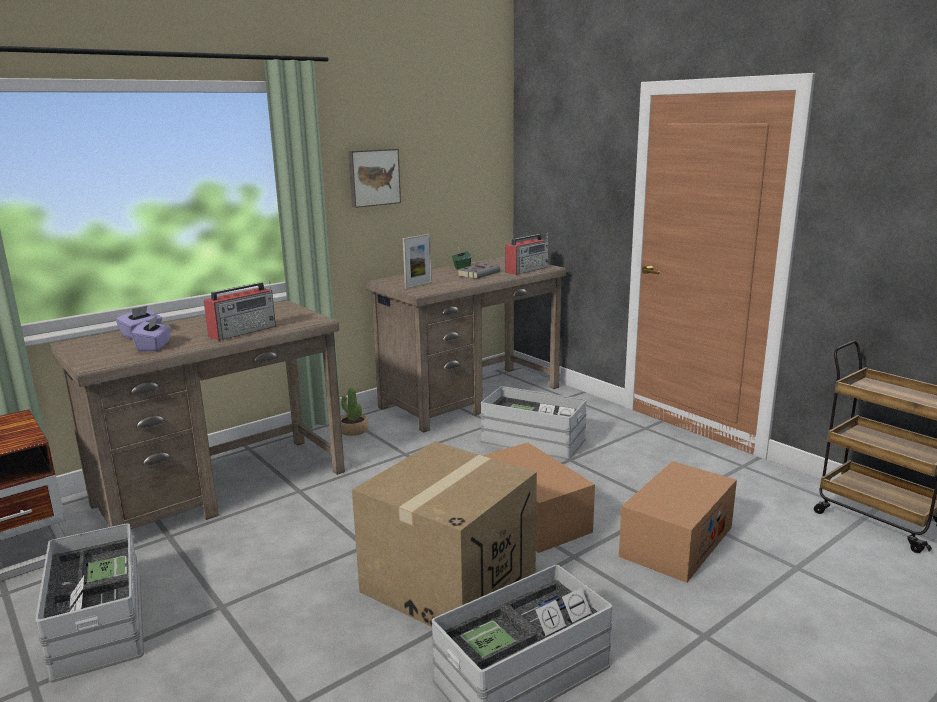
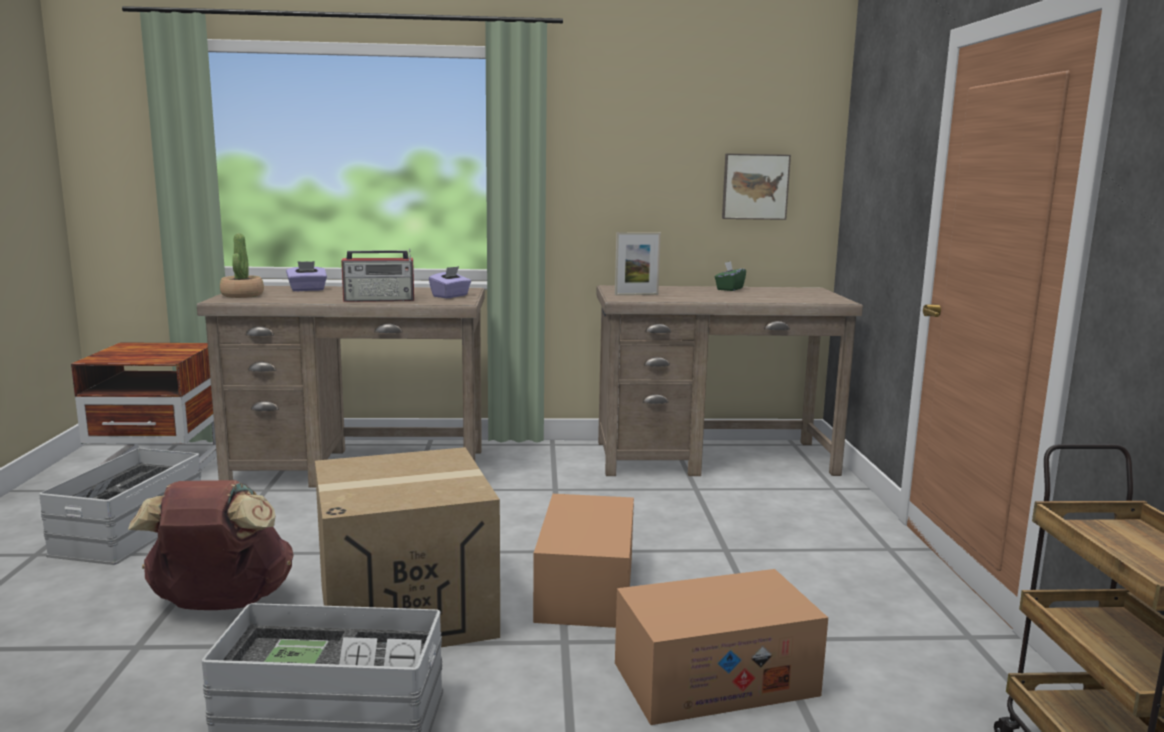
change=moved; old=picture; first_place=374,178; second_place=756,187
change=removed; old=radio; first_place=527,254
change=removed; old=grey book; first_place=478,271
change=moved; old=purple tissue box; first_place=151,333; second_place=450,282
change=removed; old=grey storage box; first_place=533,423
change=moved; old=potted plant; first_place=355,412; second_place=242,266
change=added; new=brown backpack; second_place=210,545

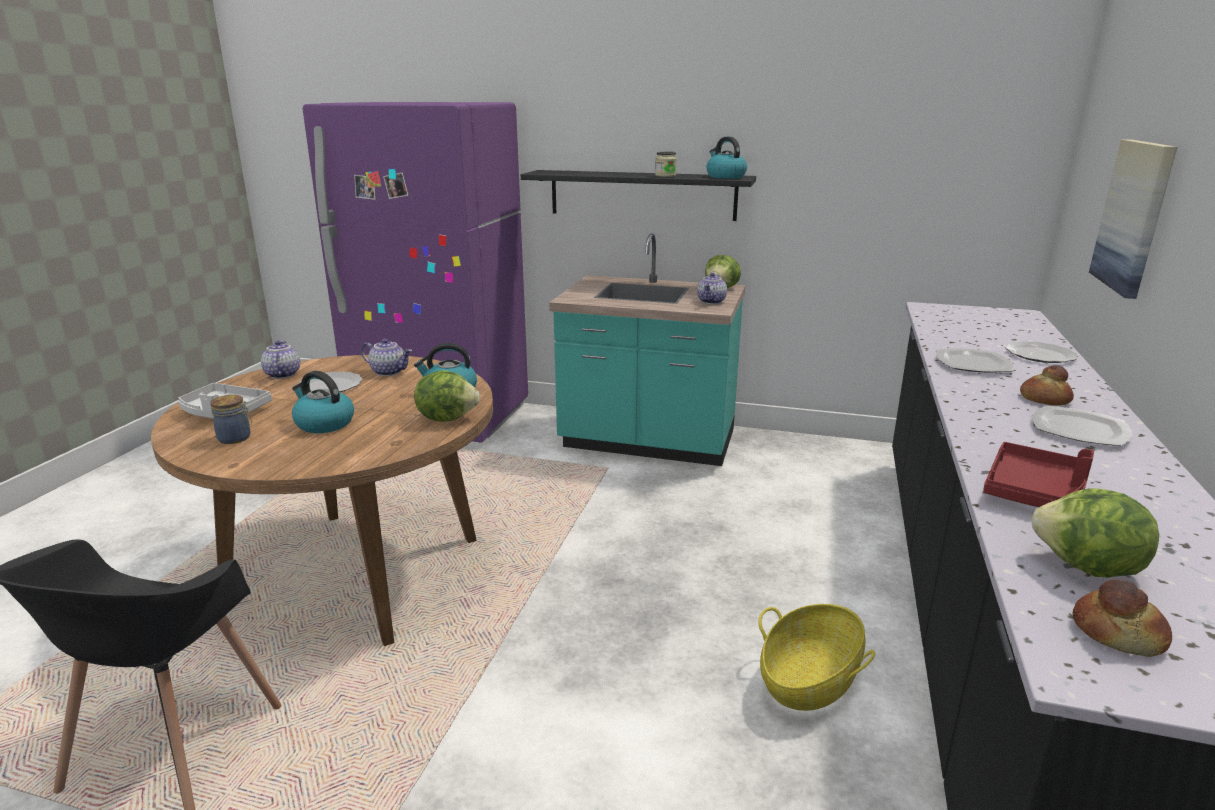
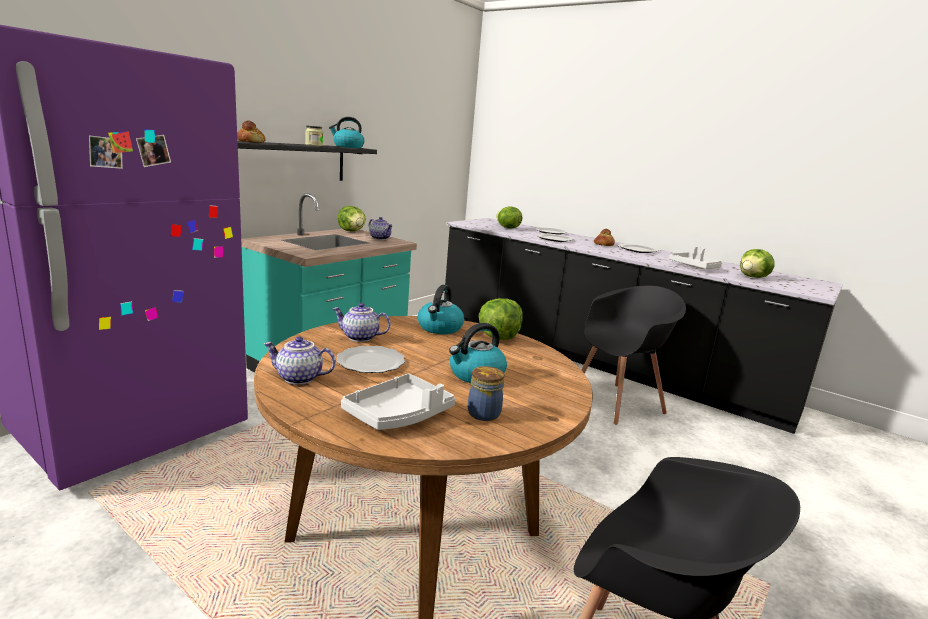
change=removed; old=picture; first_place=1133,219
change=turned; old=teapot; first_place=386,357; second_place=361,322; degrees=-120
change=recoloured; old=red tray; new=grey tray; first_place=1038,474; second_place=695,258
change=moved; old=bread; first_place=1122,618; second_place=251,131
change=replaced; old=basket; new=black chair; first_place=816,657; second_place=634,355
change=added; new=lettuce; second_place=509,217

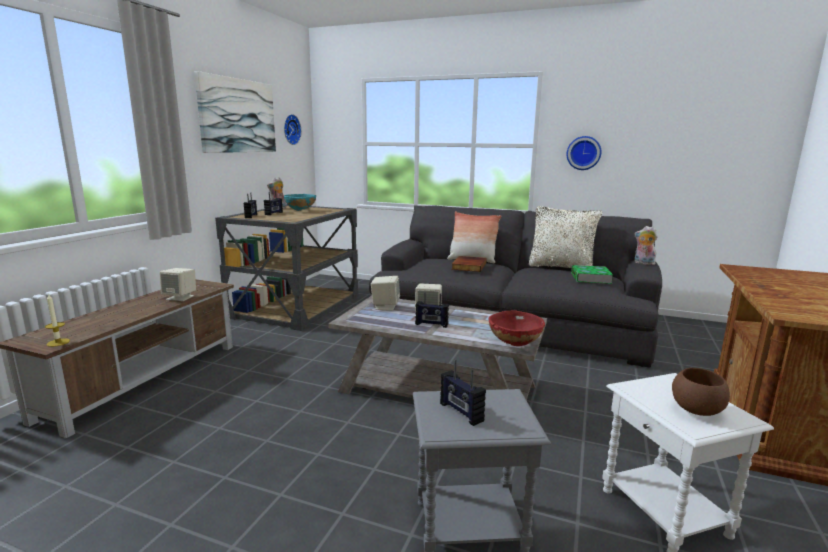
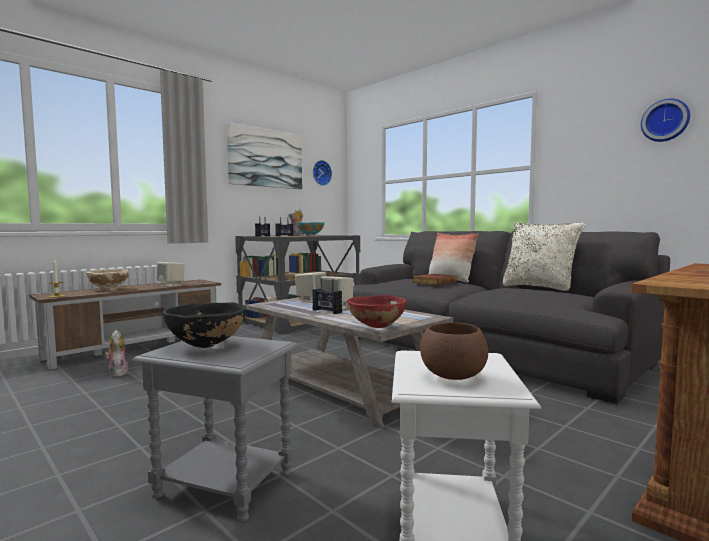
change=moved; old=wall clock; first_place=583,153; second_place=665,120
change=moved; old=plush toy; first_place=646,245; second_place=116,353
change=removed; old=book; first_place=592,274
change=replaced; old=radio; new=black bowl; first_place=463,393; second_place=204,325
change=added; new=beige bowl; second_place=107,279

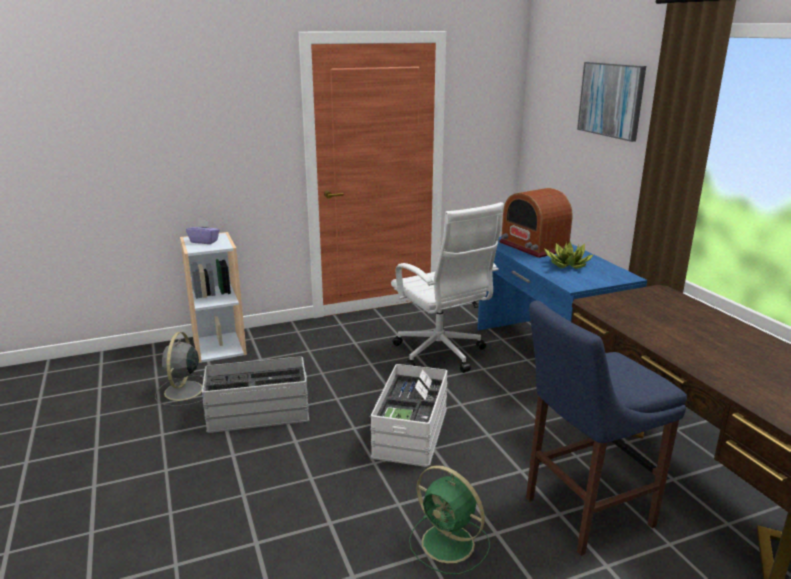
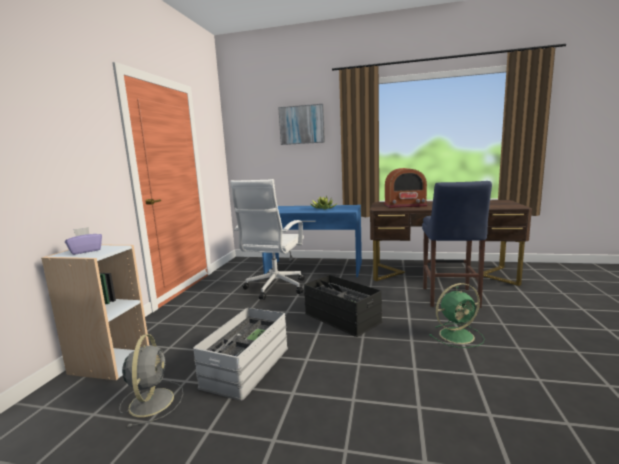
change=moved; old=radio; first_place=536,223; second_place=406,188
change=turned; old=white office chair; first_place=447,287; second_place=267,239; degrees=105
change=turned; old=grey fan; first_place=179,369; second_place=151,381; degrees=-135
change=recoloured; old=white storage box; new=black storage box; first_place=408,415; second_place=343,306

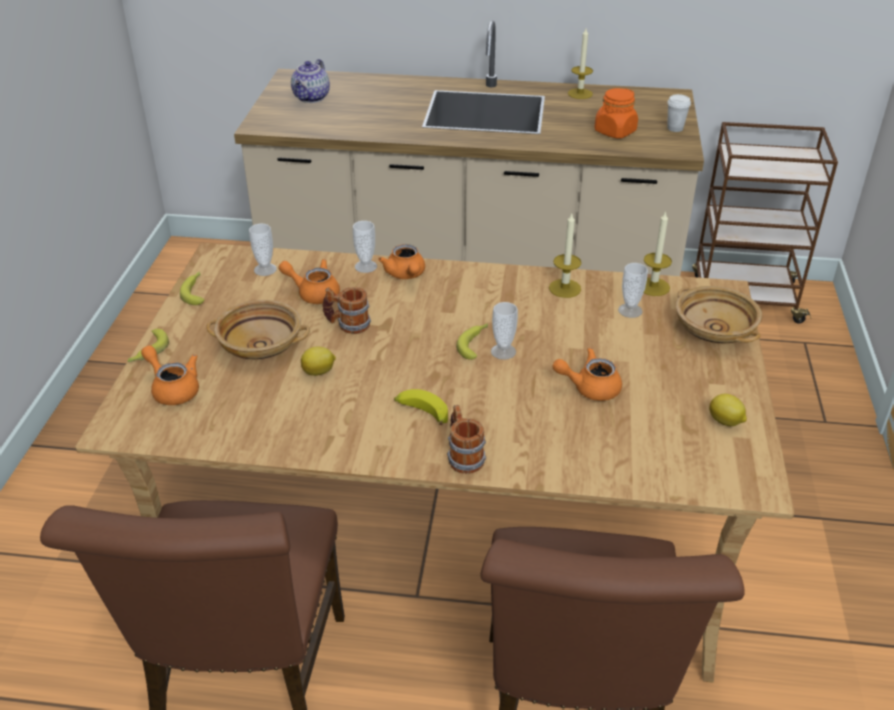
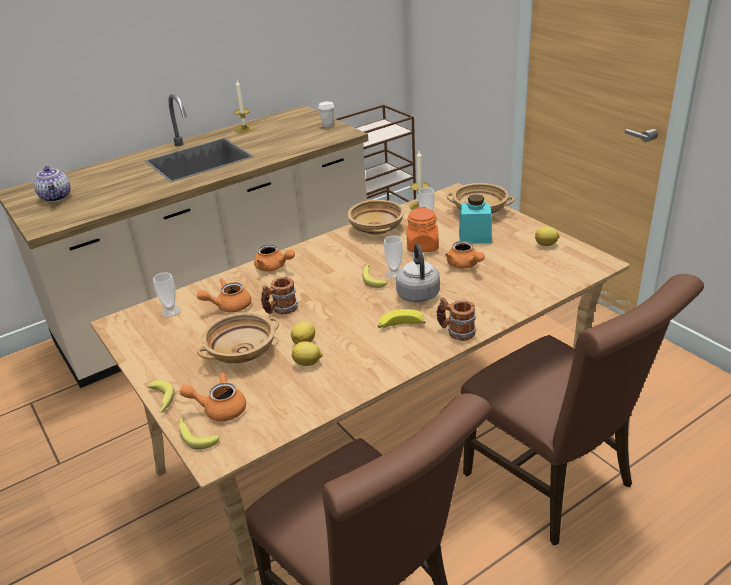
change=moved; old=orange jar; first_place=616,113; second_place=422,229
change=replaced; old=candle; new=beige bowl; first_place=565,256; second_place=375,217
change=removed; old=cup; first_place=365,247
change=moved; old=banana; first_place=192,288; second_place=199,433
change=turned; old=orange teapot; first_place=587,374; second_place=465,255; degrees=-75
change=added; new=turquoise jar; second_place=475,218
change=added; new=grey kettle; second_place=418,273
change=added; new=lemon; second_place=307,353

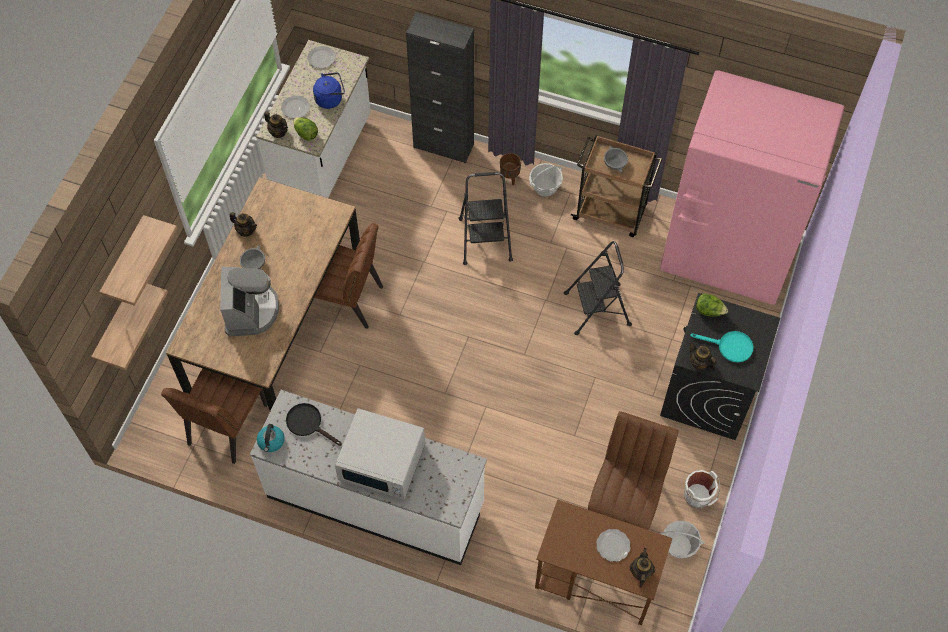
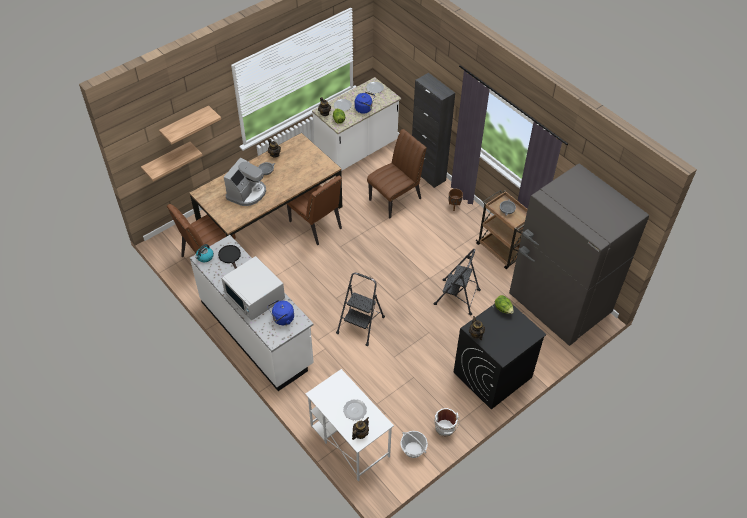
change=recoloured; old=pink fridge; new=grey fridge; first_place=752,187; second_place=579,255
change=removed; old=basket; first_place=546,180
change=moved; old=black step ladder; first_place=485,218; second_place=360,309
change=removed; old=turquoise frying pan; first_place=721,346
change=moved; old=brown chair; first_place=633,470; second_place=397,173
change=recoloured; old=brown desk; new=white desk; first_place=604,562; second_place=350,425
change=added; new=blue kettle; second_place=281,312

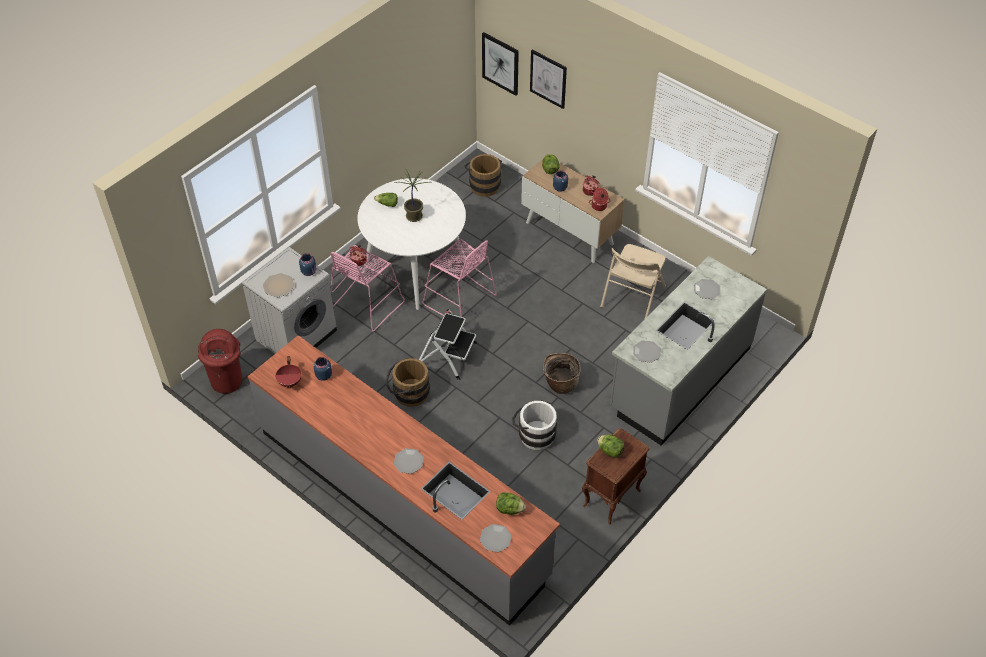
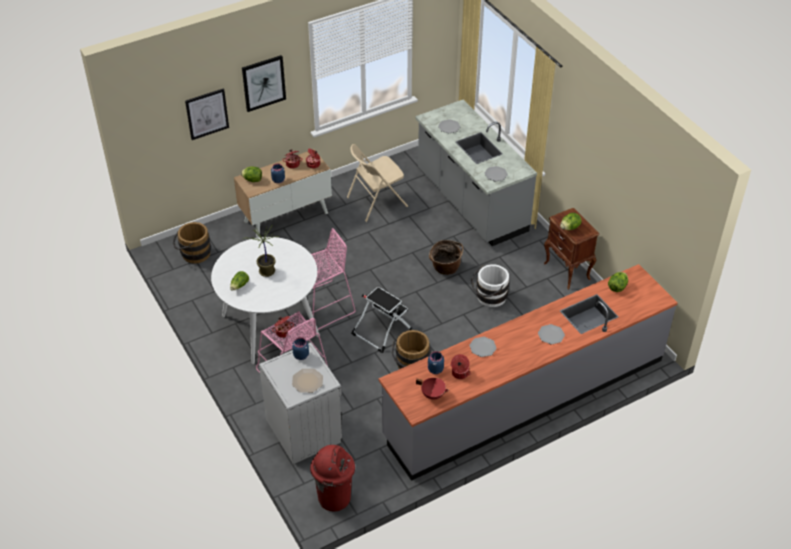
change=moved; old=picture; first_place=500,64; second_place=264,83
change=turned; old=beige chair; first_place=633,282; second_place=377,183; degrees=105
change=moved; old=plate; first_place=496,538; second_place=482,347
change=added; new=cooking pot; second_place=461,366

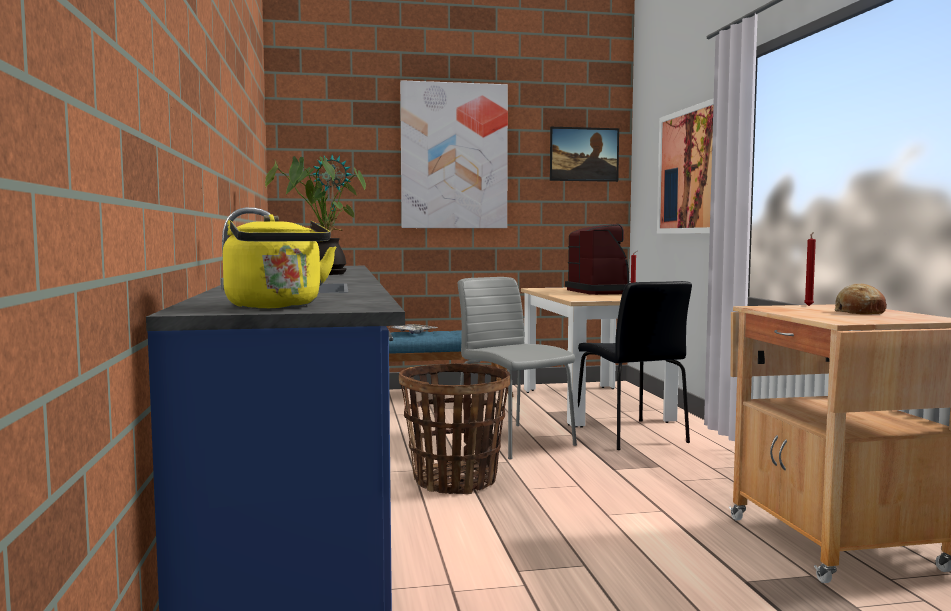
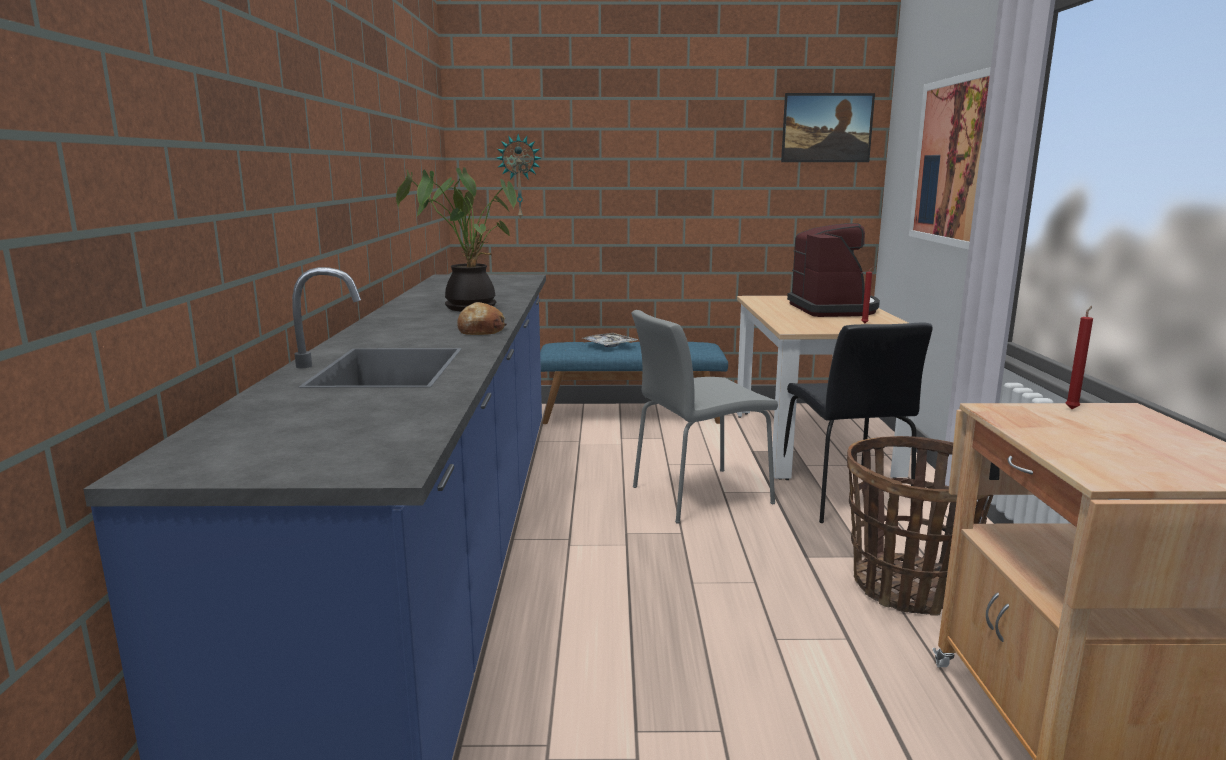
change=removed; old=picture; first_place=454,154
change=removed; old=yellow kettle; first_place=279,261
change=turned; old=grey chair; first_place=517,368; second_place=704,417; degrees=-90
change=moved; old=bread; first_place=861,299; second_place=482,318
change=moved; old=basket; first_place=454,428; second_place=920,526

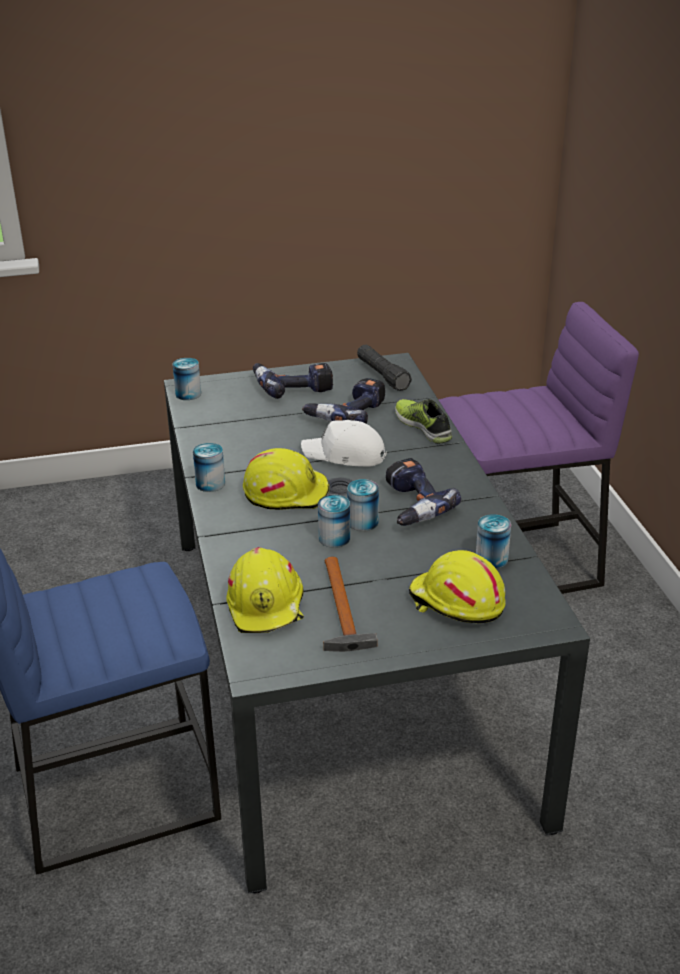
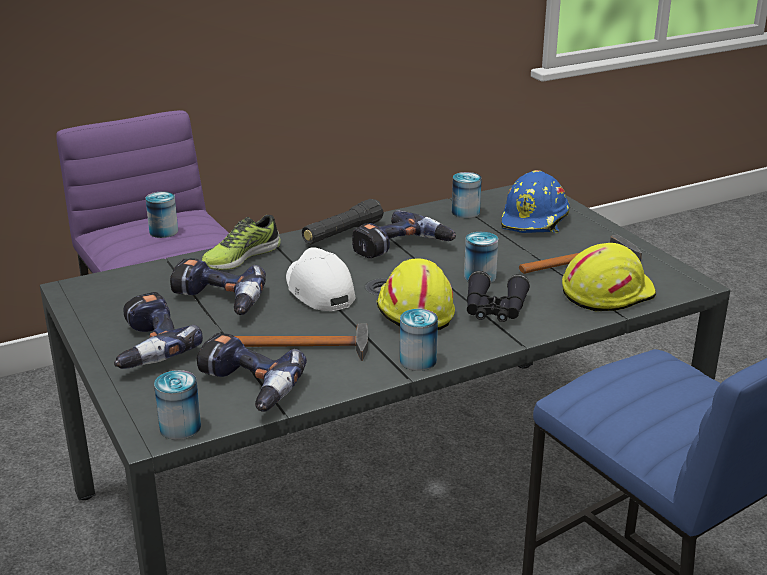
change=moved; old=black flashlight; first_place=384,368; second_place=343,221
change=turned; old=white cap; first_place=344,443; second_place=320,279; degrees=150
change=moved; old=can; first_place=363,505; second_place=161,214
change=recoloured; old=yellow hard hat; new=blue hard hat; first_place=457,586; second_place=535,201
change=added; new=black binoculars; second_place=498,296
change=added; new=hammer; second_place=301,342
change=added; new=power drill; second_place=252,372

